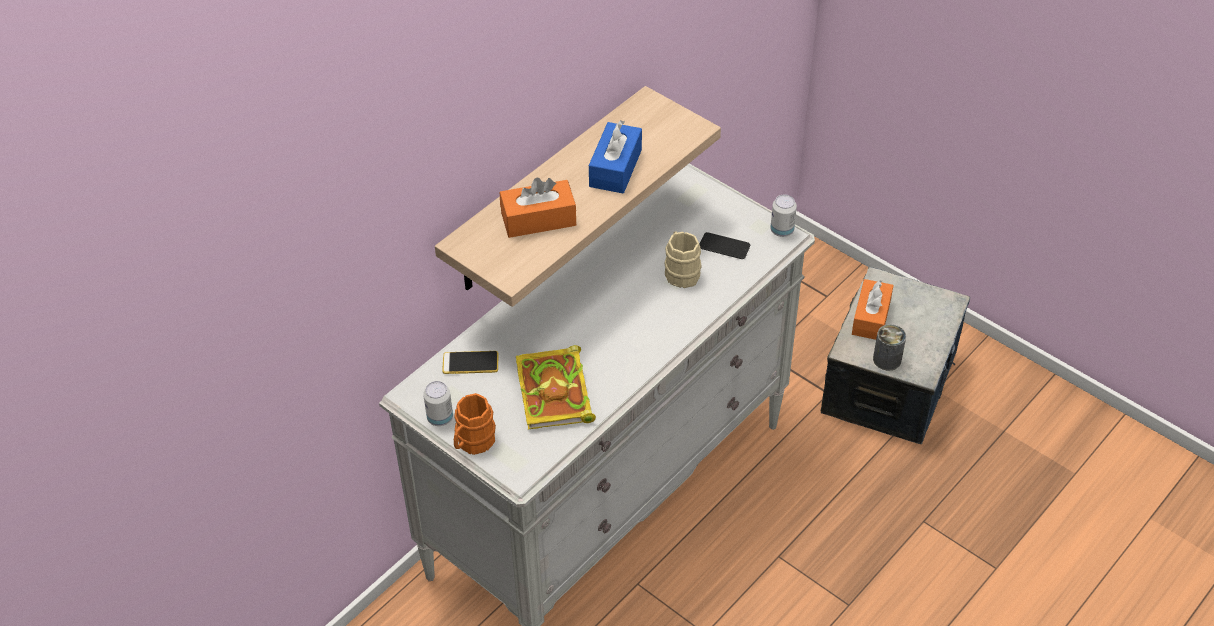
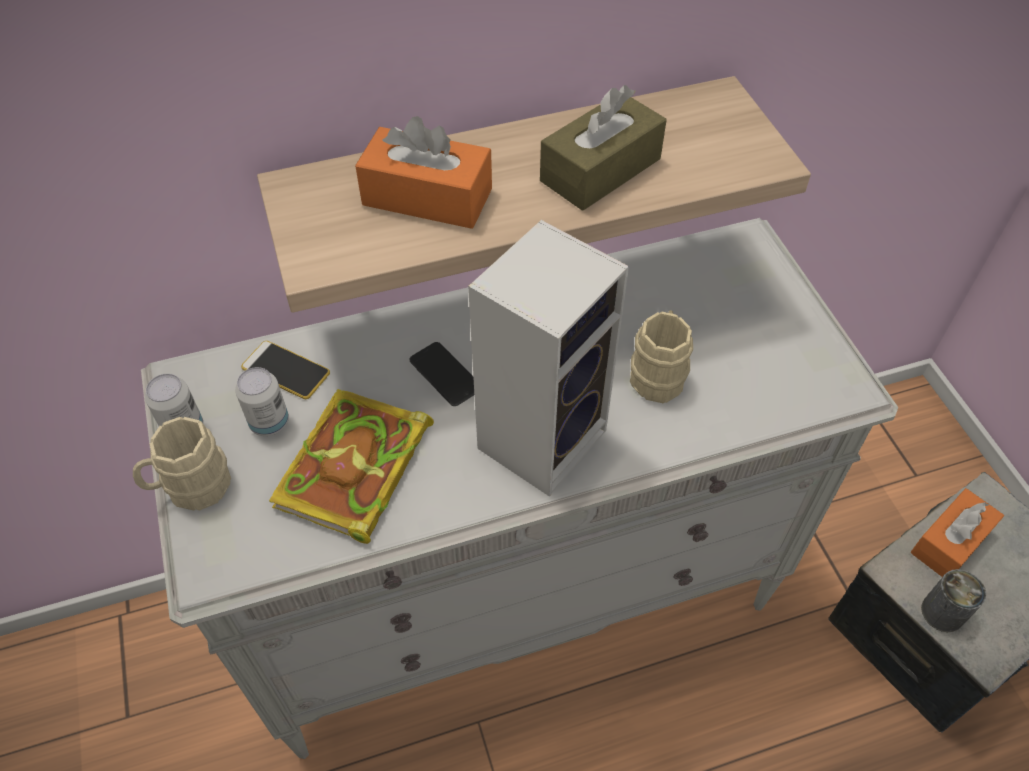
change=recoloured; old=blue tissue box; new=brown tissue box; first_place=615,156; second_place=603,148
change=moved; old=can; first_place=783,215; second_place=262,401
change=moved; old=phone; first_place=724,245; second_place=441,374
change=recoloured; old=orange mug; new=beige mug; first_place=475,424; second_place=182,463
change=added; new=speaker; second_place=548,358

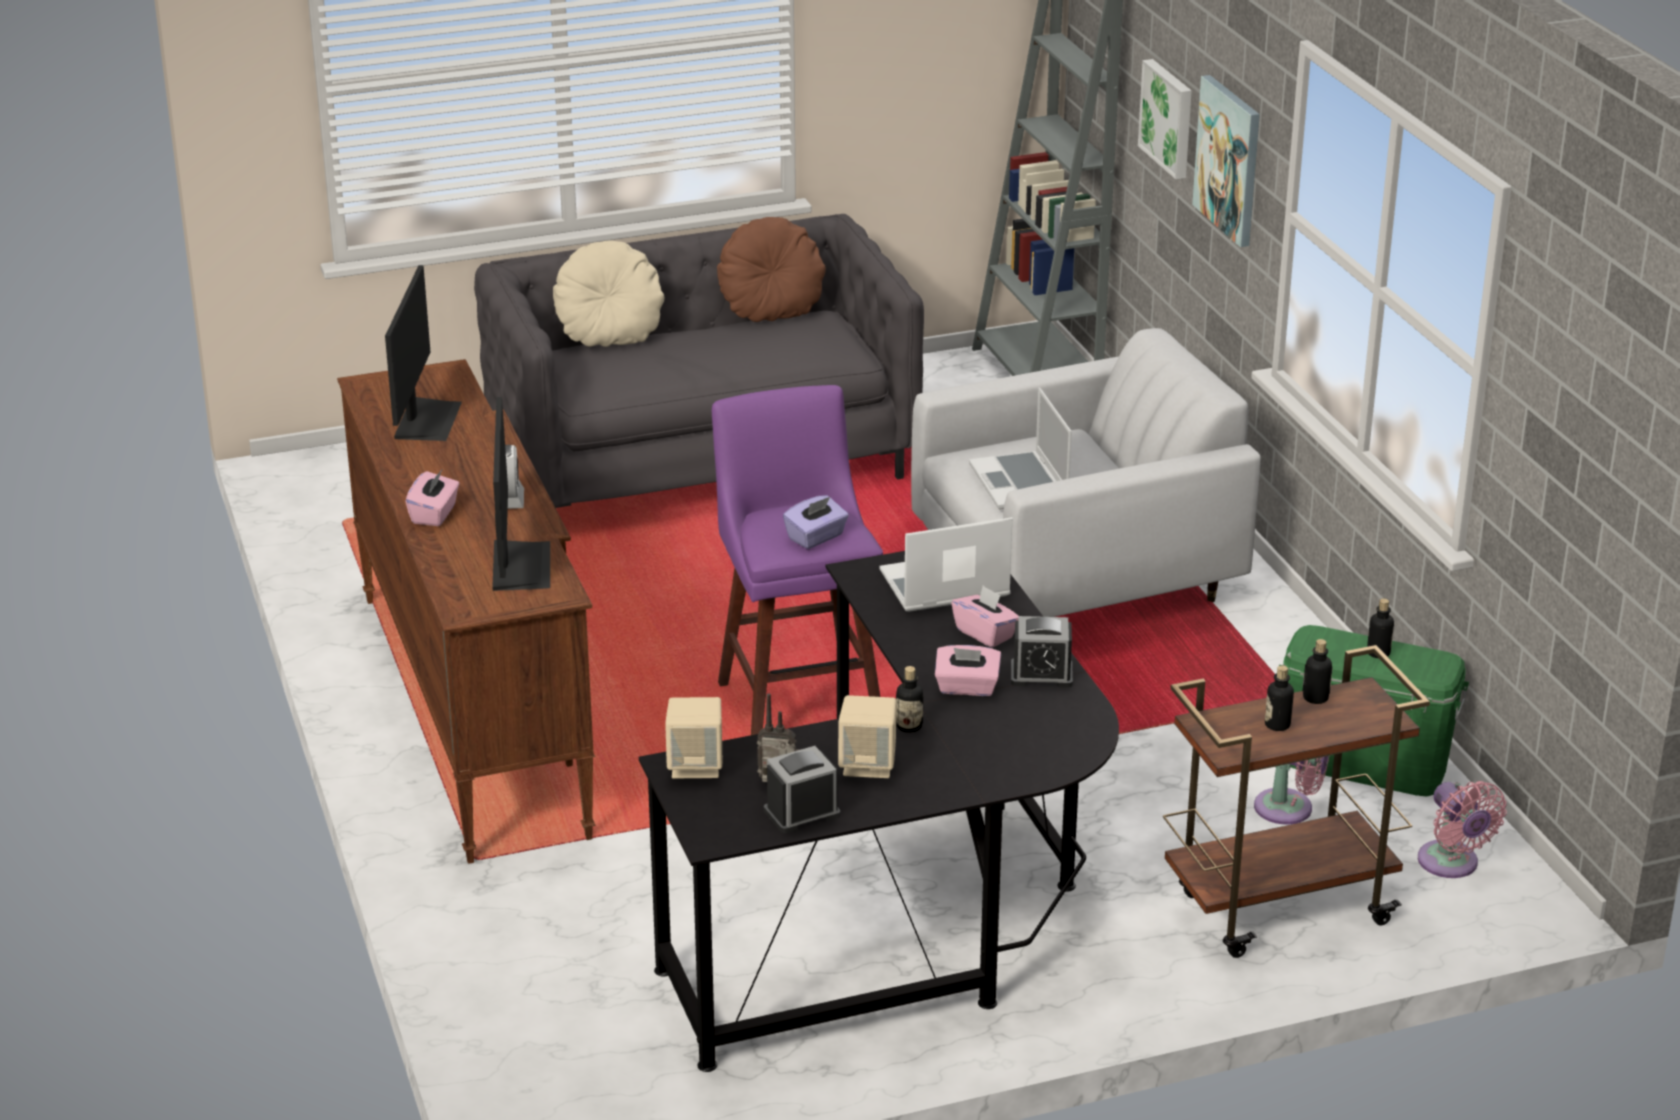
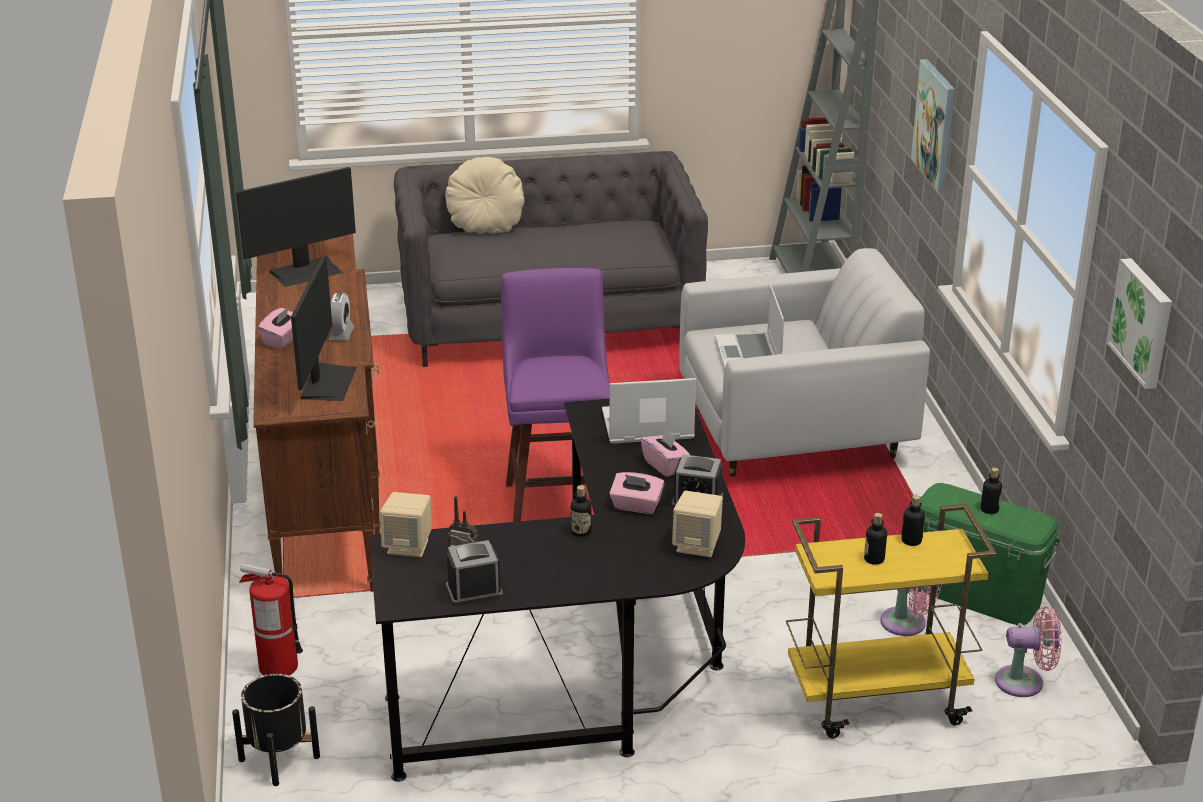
change=moved; old=picture; first_place=1165,119; second_place=1139,323
change=removed; old=brown pillow; first_place=771,269
change=turned; old=monitor; first_place=423,353; second_place=296,227; degrees=45
change=removed; old=purple tissue box; first_place=816,522
change=recoloured; old=brown cart; new=yellow cart; first_place=1296,801; second_place=891,621
change=moved; old=beige speaker; first_place=867,736; second_place=697,524
change=turned; old=pink fan; first_place=1462,829; second_place=1028,651; degrees=-75
change=added; new=fire extinguisher; second_place=271,619
change=added; new=black planter; second_place=276,730

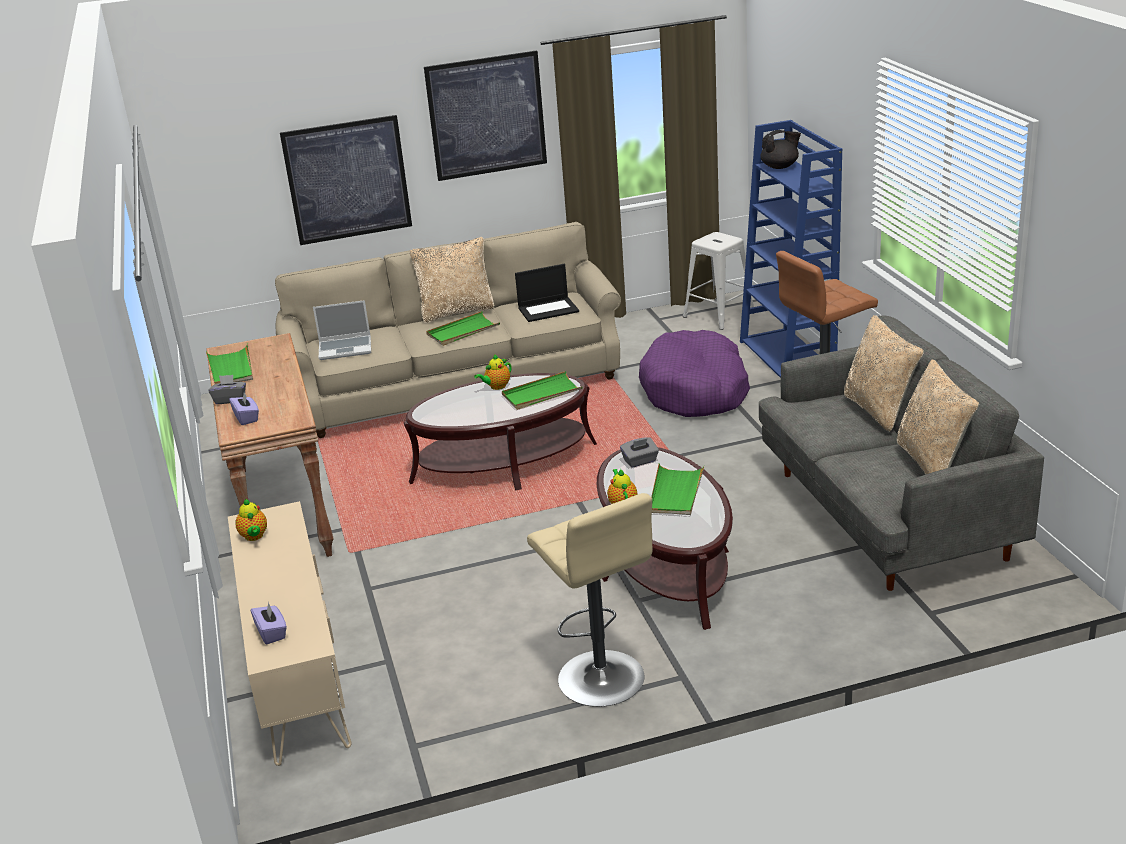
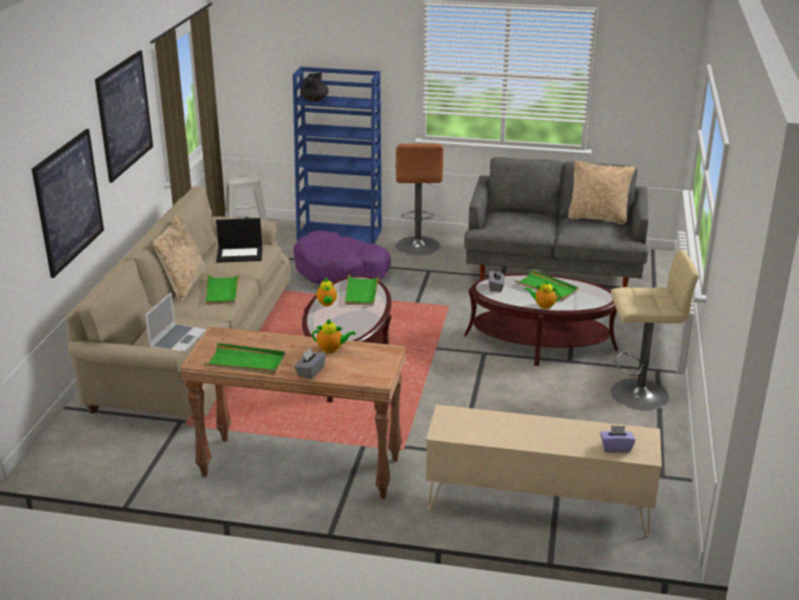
change=turned; old=laptop; first_place=547,293; second_place=239,240; degrees=75
change=removed; old=beige pillow; first_place=884,373
change=removed; old=purple tissue box; first_place=244,408
change=moved; old=teapot; first_place=251,520; second_place=334,335

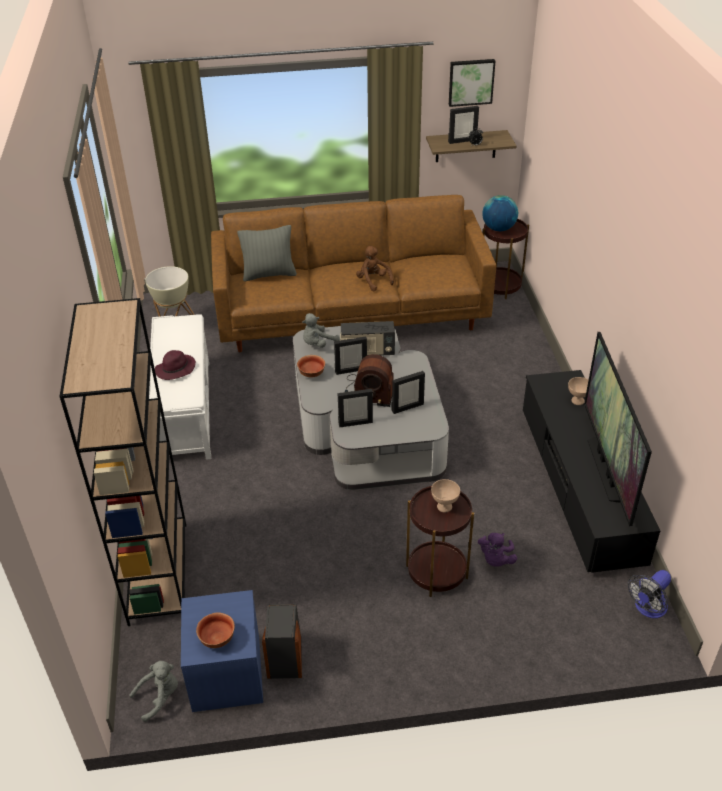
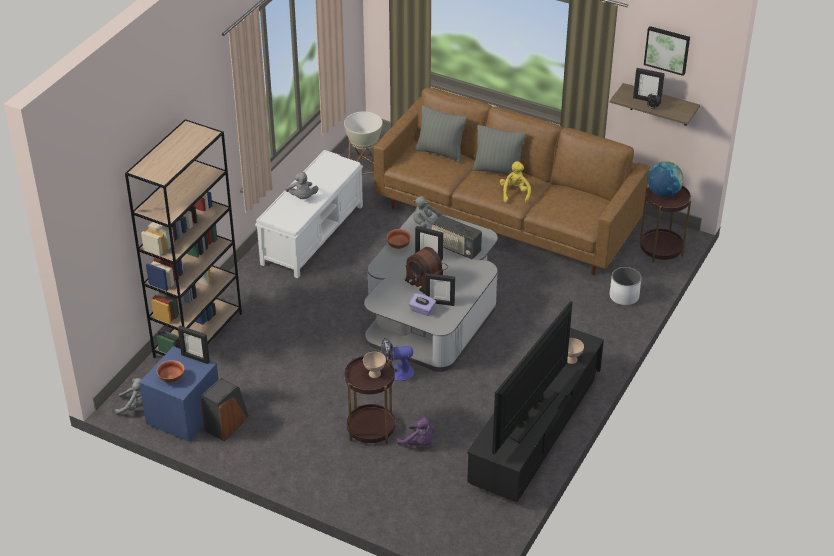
change=recoloured; old=brown plush toy; new=yellow plush toy; first_place=375,269; second_place=515,182
change=replaced; old=purple hat; new=grey plush toy; first_place=175,365; second_place=302,185
change=moved; old=picture frame; first_place=355,408; second_place=194,345
change=turned; old=purple plush toy; first_place=497,550; second_place=415,431; degrees=-105
change=moved; old=fan; first_place=649,594; second_place=397,359
change=added; new=grey pillow; second_place=499,150
change=added; new=white planter; second_place=625,286
change=added; new=purple tissue box; second_place=422,304

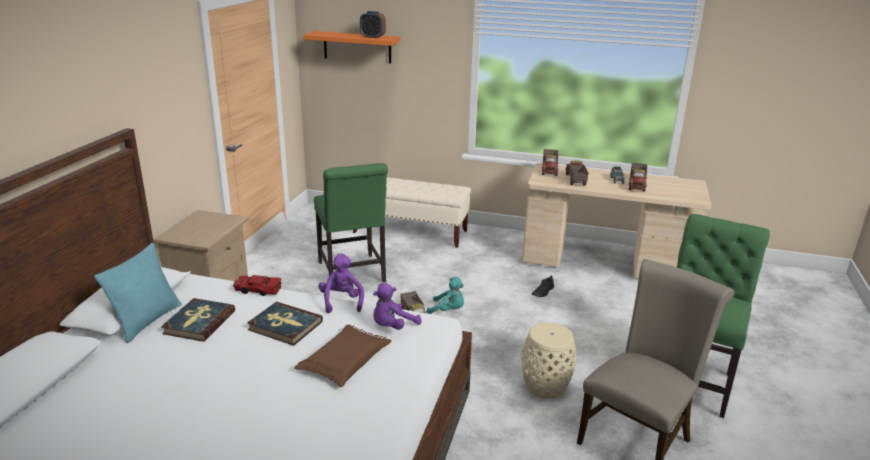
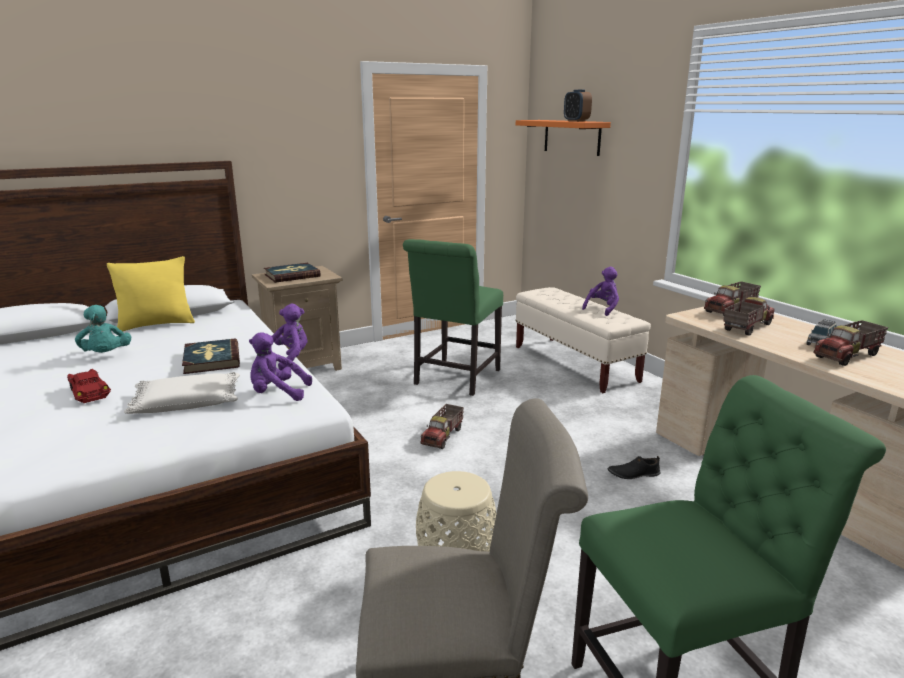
change=recoloured; old=turquoise pillow; new=yellow pillow; first_place=138,293; second_place=151,293
change=moved; old=red toy car; first_place=257,285; second_place=89,386
change=moved; old=turquoise plush toy; first_place=445,295; second_place=103,329
change=moved; old=book; first_place=198,320; second_place=292,273
change=recoloured; old=brown pillow; new=white pillow; first_place=343,356; second_place=182,393
change=added; new=purple plush toy; second_place=600,291

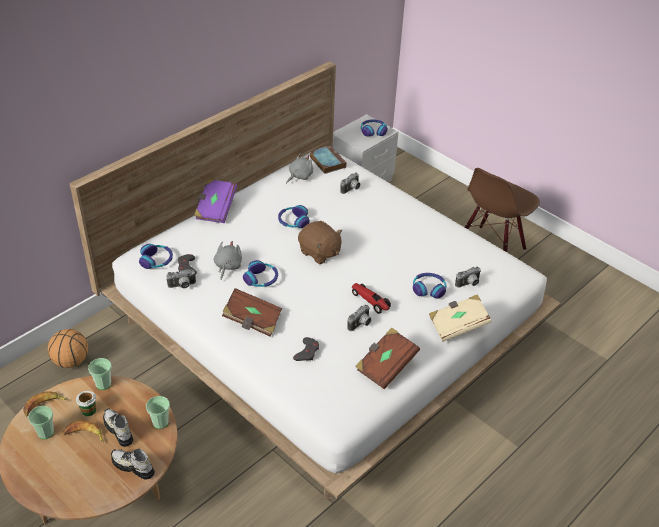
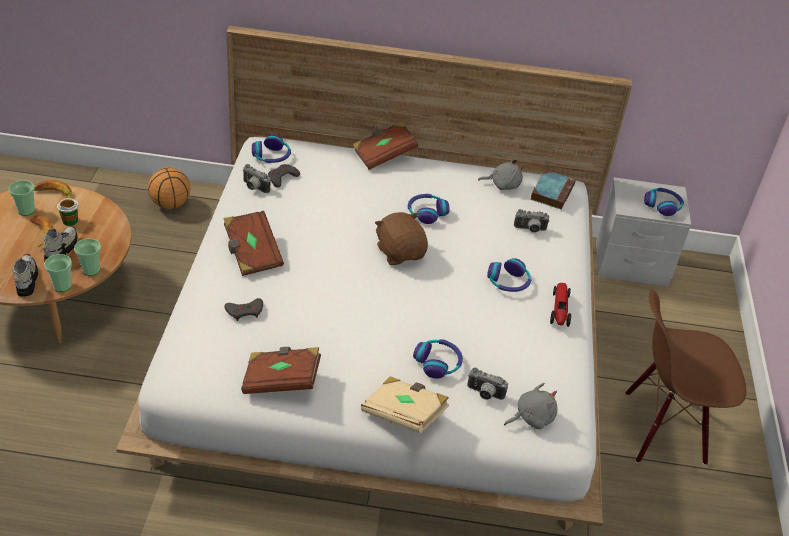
change=recoloured; old=purple book; new=brown book; first_place=215,201; second_place=385,146
change=turned; old=brown plush toy; first_place=320,242; second_place=401,238; degrees=150
change=moved; old=grey plush toy; first_place=228,260; second_place=531,406
change=moved; old=headphones; first_place=260,273; second_place=509,275
change=moved; old=toy car; first_place=371,298; second_place=560,305
change=removed; old=photo camera; first_place=359,318
change=moved; old=cup; first_place=100,374; second_place=58,273

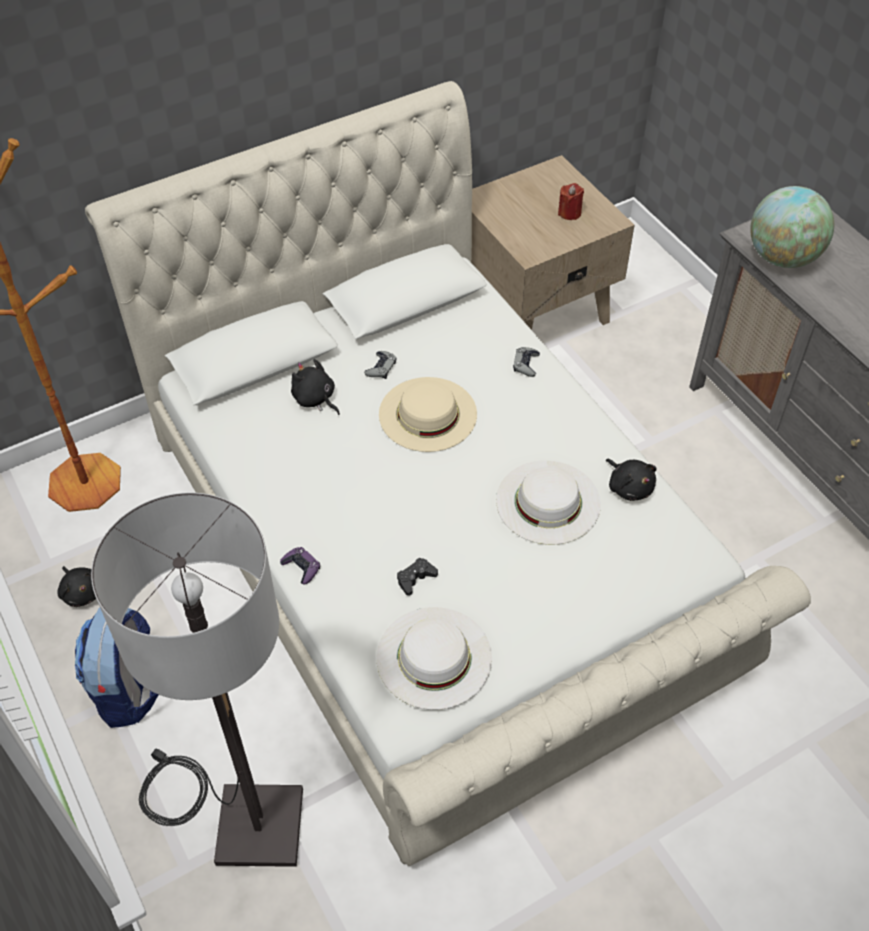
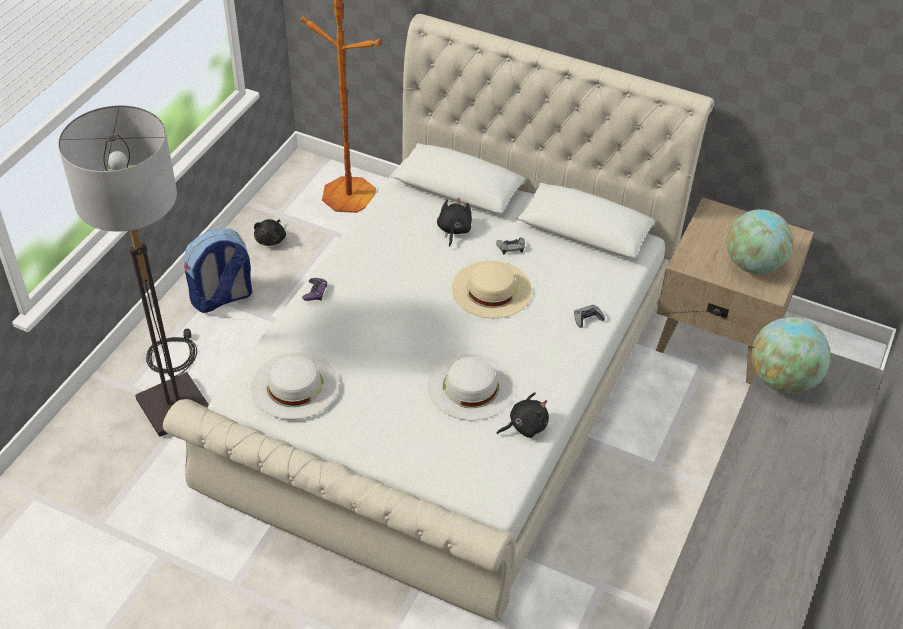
change=replaced; old=red candle; new=globe; first_place=571,201; second_place=759,241
change=turned; old=black plush toy; first_place=631,479; second_place=523,415; degrees=-135
change=removed; old=black game controller; first_place=417,577

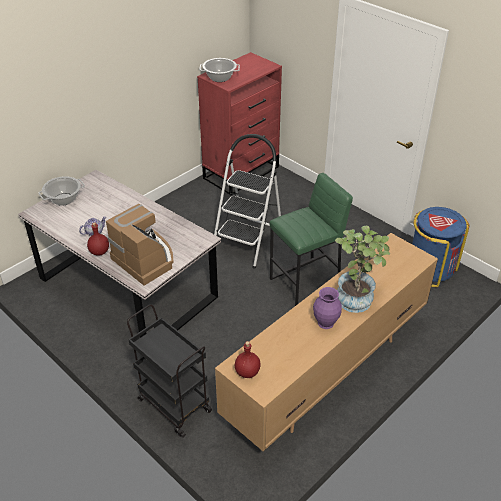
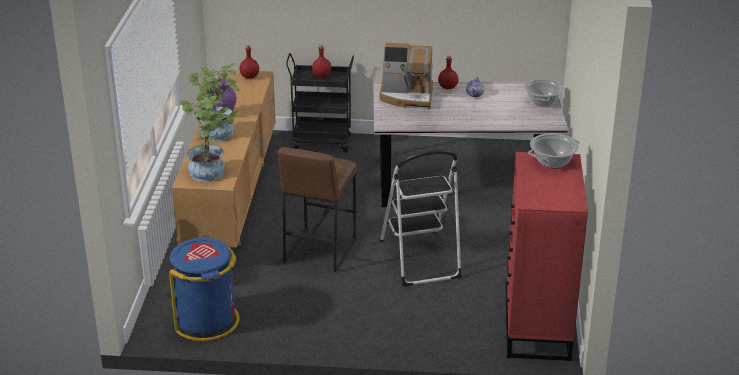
change=recoloured; old=green stool; new=brown stool; first_place=311,239; second_place=317,209
change=added; new=red bottle; second_place=321,61
change=added; new=potted plant; second_place=209,139

